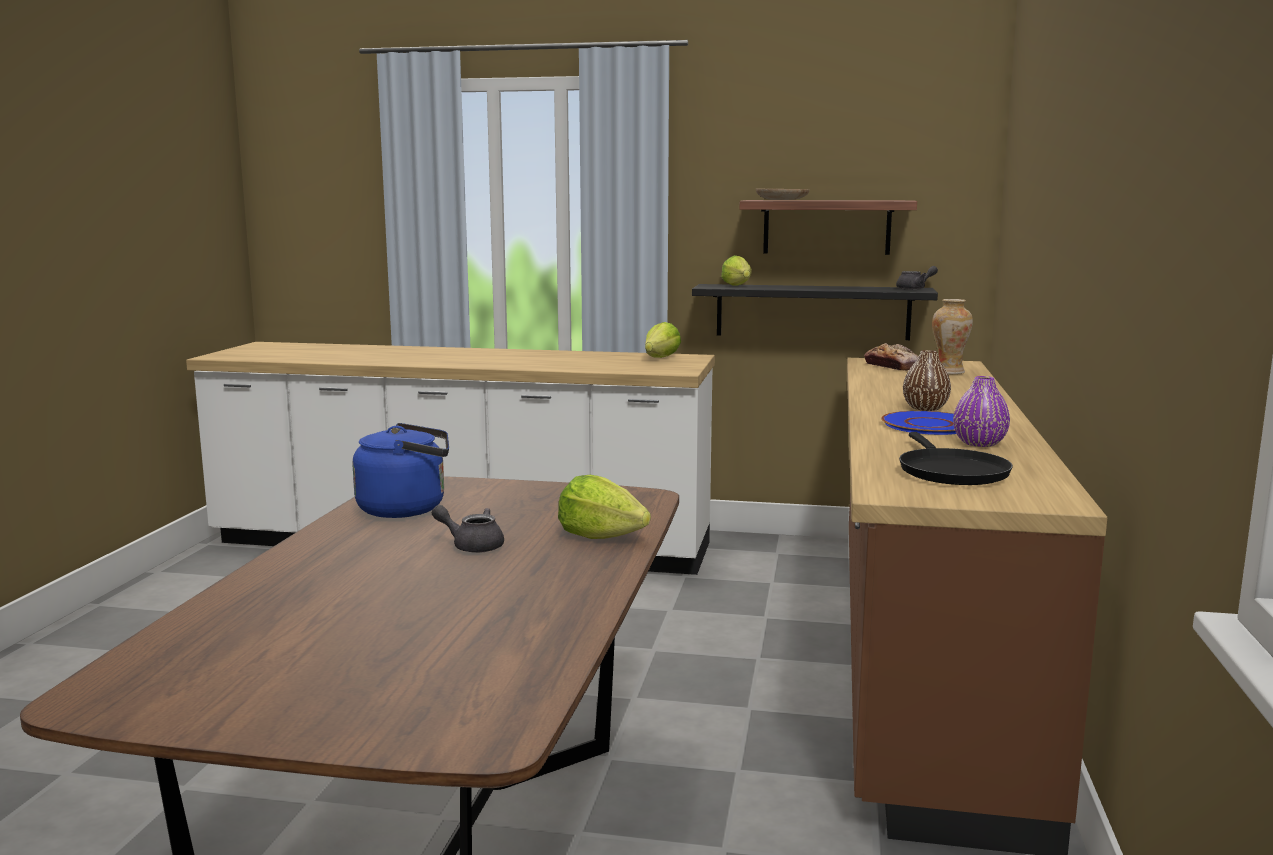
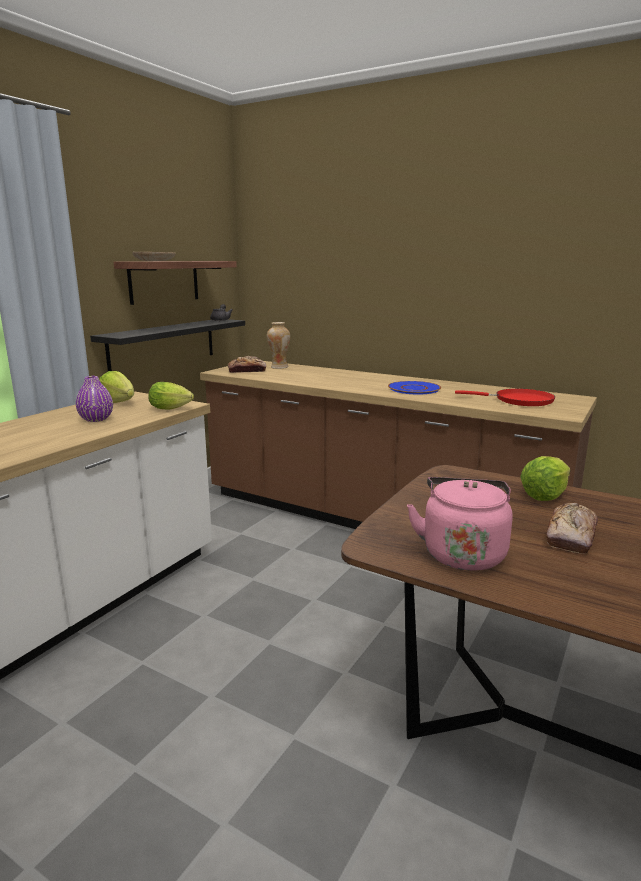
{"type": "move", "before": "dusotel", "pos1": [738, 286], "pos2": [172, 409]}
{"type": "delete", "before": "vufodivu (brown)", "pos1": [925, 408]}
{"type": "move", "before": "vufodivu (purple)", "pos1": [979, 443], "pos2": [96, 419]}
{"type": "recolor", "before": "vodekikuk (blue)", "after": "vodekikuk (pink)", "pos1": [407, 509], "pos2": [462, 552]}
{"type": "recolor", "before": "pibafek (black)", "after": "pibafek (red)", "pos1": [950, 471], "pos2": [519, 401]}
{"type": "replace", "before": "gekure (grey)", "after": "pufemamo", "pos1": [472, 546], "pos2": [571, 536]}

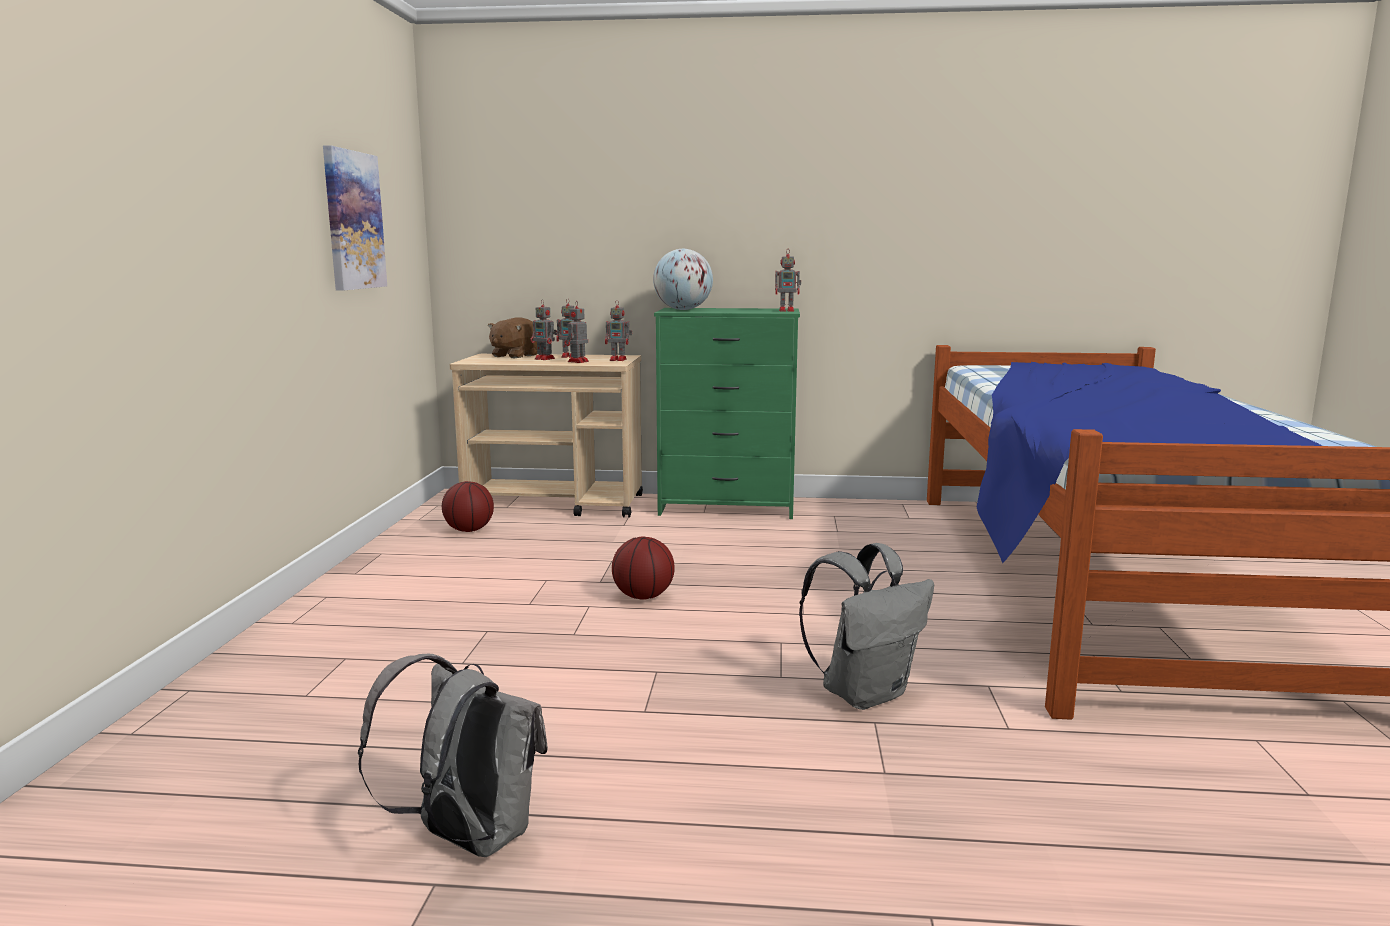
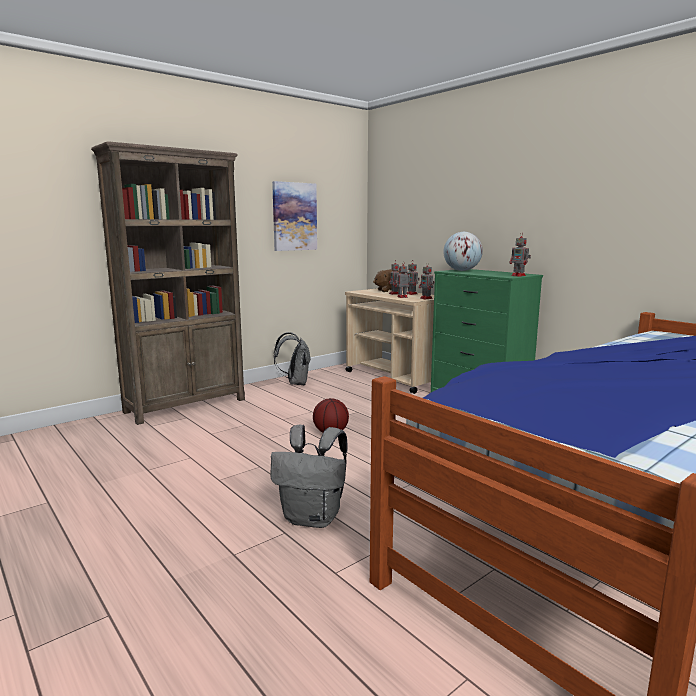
{"type": "delete", "before": "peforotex", "pos1": [469, 530]}
{"type": "move", "before": "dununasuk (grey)", "pos1": [467, 838], "pos2": [295, 383]}
{"type": "insert", "after": "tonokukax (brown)", "pos2": [186, 405]}

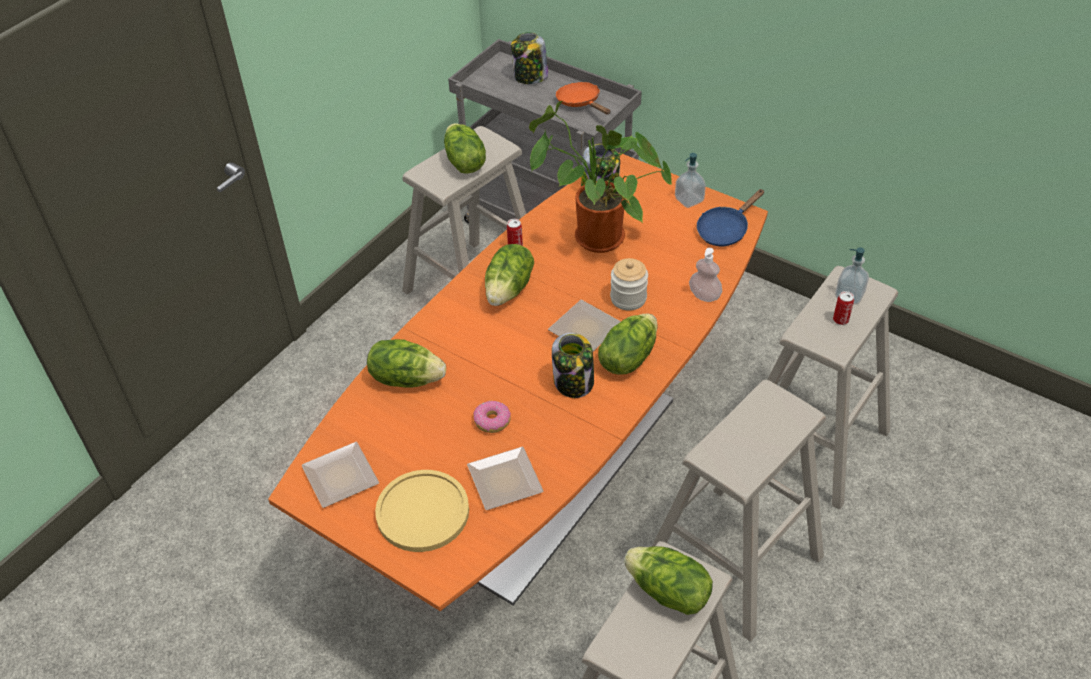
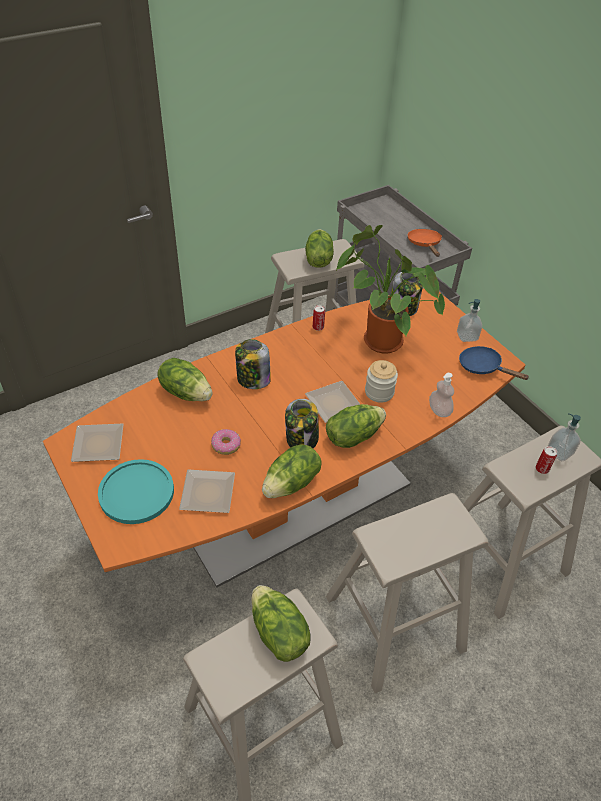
{"type": "move", "before": "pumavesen", "pos1": [530, 77], "pos2": [253, 379]}
{"type": "rotate", "before": "pibafek (blue)", "pos1": [725, 230], "pos2": [483, 367], "turn": 60}
{"type": "move", "before": "dusotel", "pos1": [510, 289], "pos2": [292, 484]}
{"type": "recolor", "before": "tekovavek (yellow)", "after": "tekovavek (turquoise)", "pos1": [422, 512], "pos2": [136, 492]}

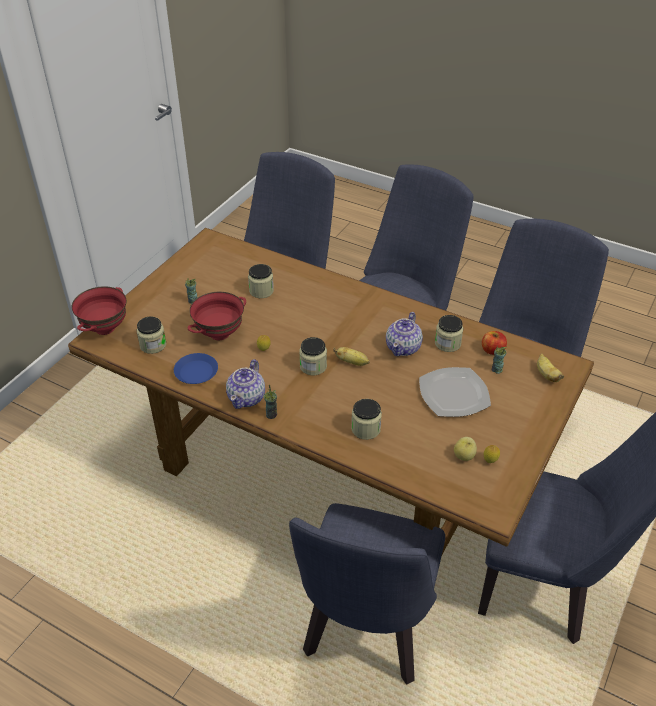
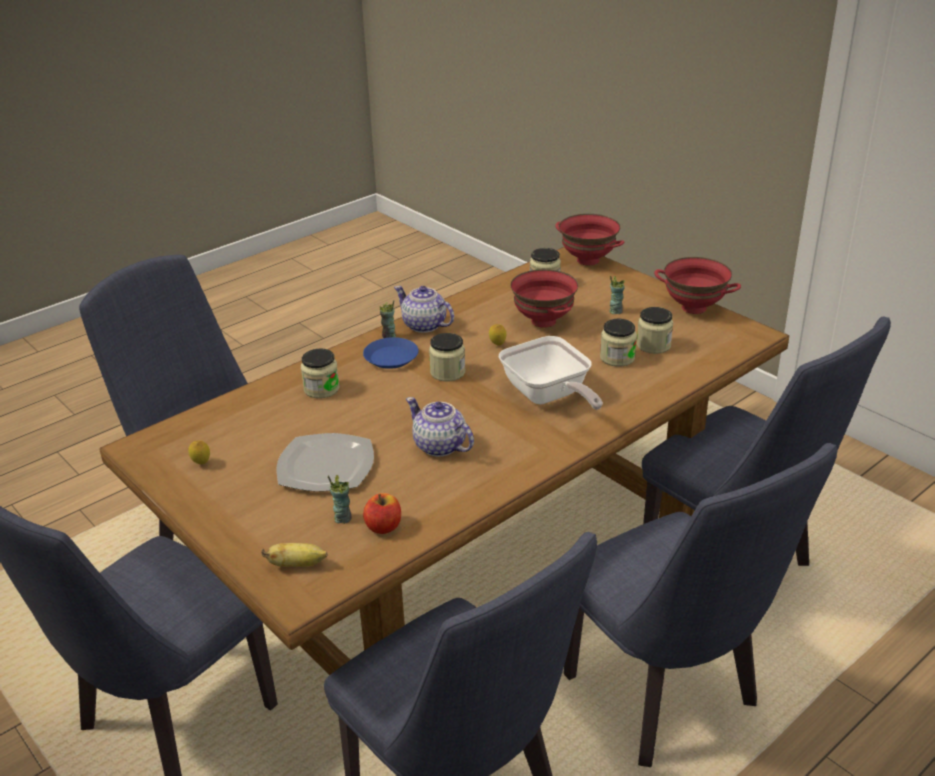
{"type": "move", "before": "pumavesen", "pos1": [447, 343], "pos2": [653, 345]}
{"type": "delete", "before": "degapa", "pos1": [352, 362]}
{"type": "move", "before": "tekovavek (blue)", "pos1": [196, 372], "pos2": [391, 357]}
{"type": "delete", "before": "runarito", "pos1": [464, 456]}
{"type": "insert", "after": "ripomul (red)", "pos2": [693, 308]}
{"type": "insert", "after": "pibafek", "pos2": [548, 397]}

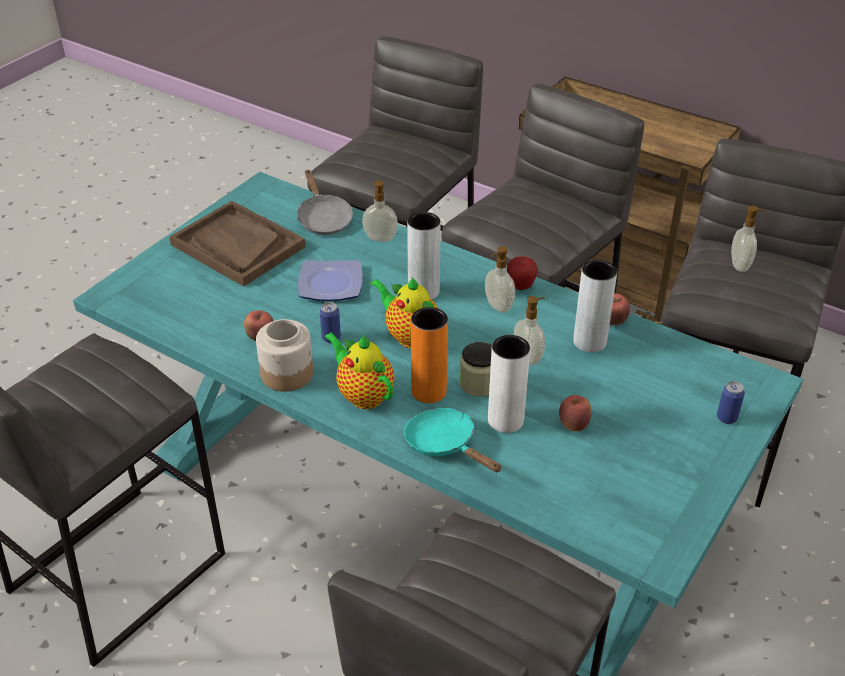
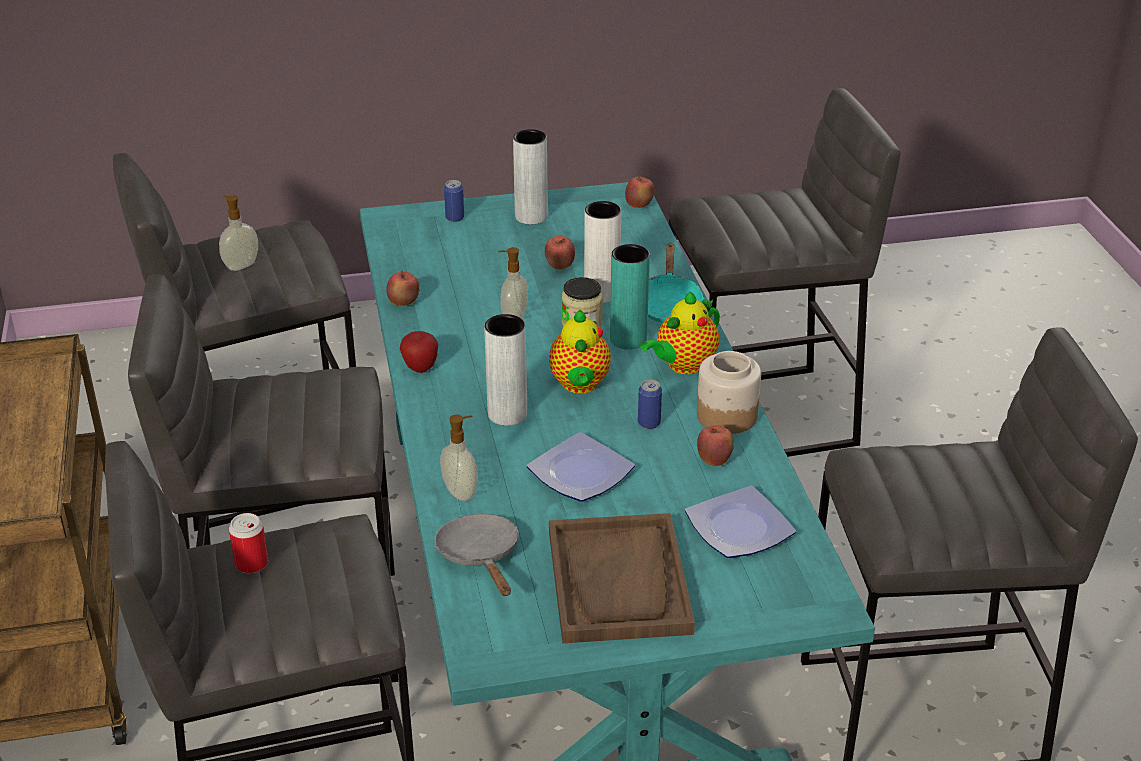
{"type": "rotate", "before": "pibafek (grey)", "pos1": [323, 219], "pos2": [480, 556], "turn": -45}
{"type": "delete", "before": "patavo", "pos1": [497, 306]}
{"type": "move", "before": "vufodivu (grey)", "pos1": [589, 342], "pos2": [531, 216]}
{"type": "recolor", "before": "vufodivu (orange)", "after": "vufodivu (turquoise)", "pos1": [429, 391], "pos2": [628, 339]}
{"type": "rotate", "before": "gekure", "pos1": [363, 394], "pos2": [683, 365], "turn": 45}
{"type": "insert", "after": "runarito", "pos2": [639, 206]}
{"type": "insert", "after": "tekovavek", "pos2": [737, 528]}
{"type": "insert", "after": "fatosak", "pos2": [251, 563]}

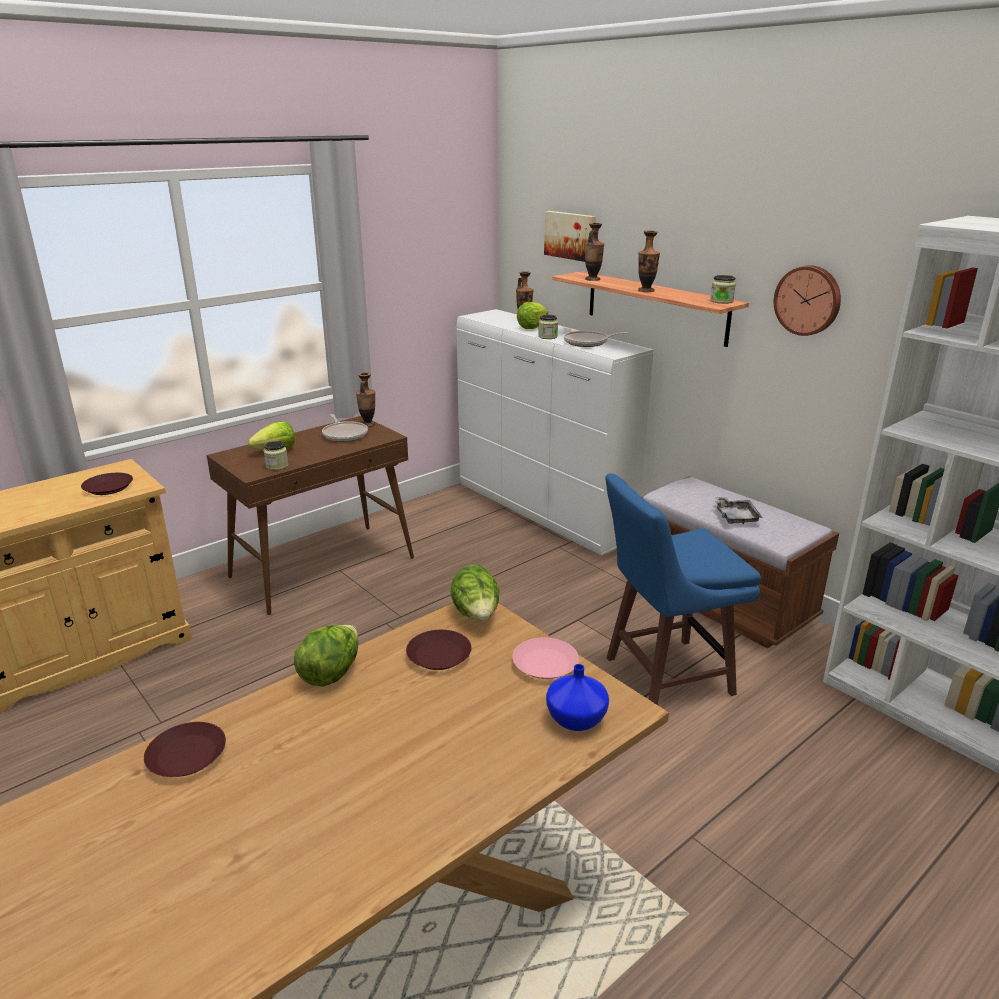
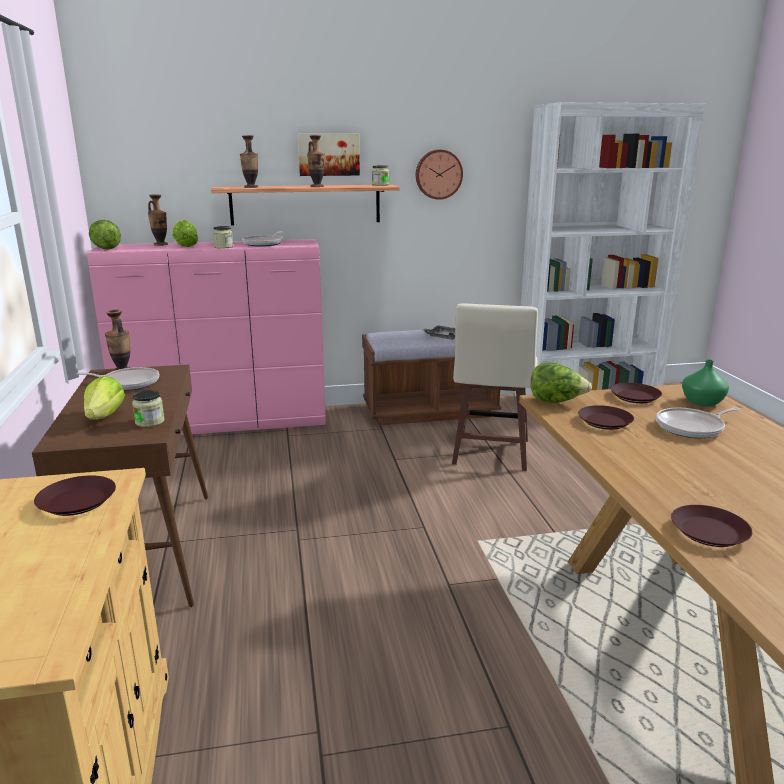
{"type": "move", "before": "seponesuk", "pos1": [571, 235], "pos2": [328, 154]}
{"type": "recolor", "before": "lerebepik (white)", "after": "lerebepik (pink)", "pos1": [542, 512], "pos2": [226, 425]}
{"type": "recolor", "before": "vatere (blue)", "after": "vatere (beige)", "pos1": [664, 676], "pos2": [490, 453]}
{"type": "move", "before": "dusotel", "pos1": [331, 673], "pos2": [105, 248]}
{"type": "recolor", "before": "tekovavek (pink)", "after": "tekovavek (brown)", "pos1": [545, 663], "pos2": [634, 397]}
{"type": "recolor", "before": "vufodivu (blue)", "after": "vufodivu (green)", "pos1": [575, 718], "pos2": [701, 402]}
{"type": "insert", "after": "pibafek", "pos2": [692, 428]}

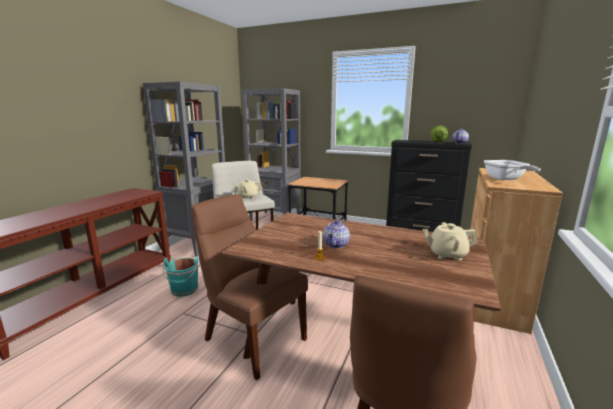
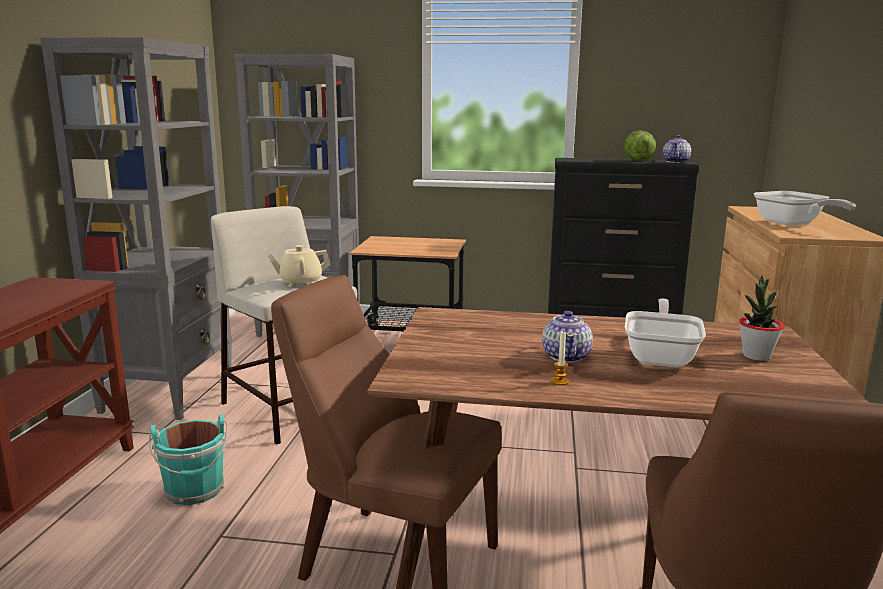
{"type": "replace", "before": "gekure (beige)", "after": "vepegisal", "pos1": [447, 255], "pos2": [756, 356]}
{"type": "insert", "after": "pibafek", "pos2": [661, 356]}

